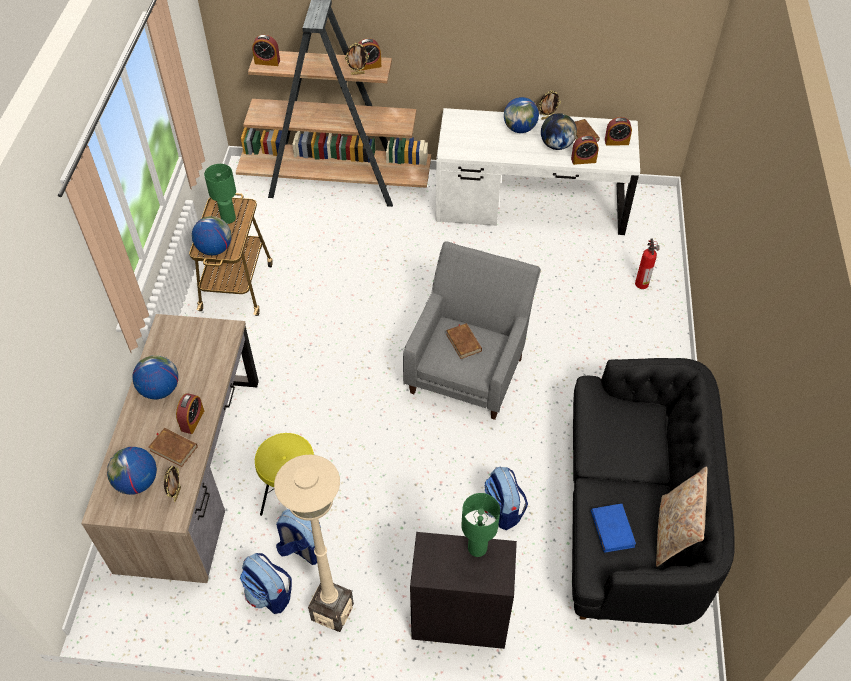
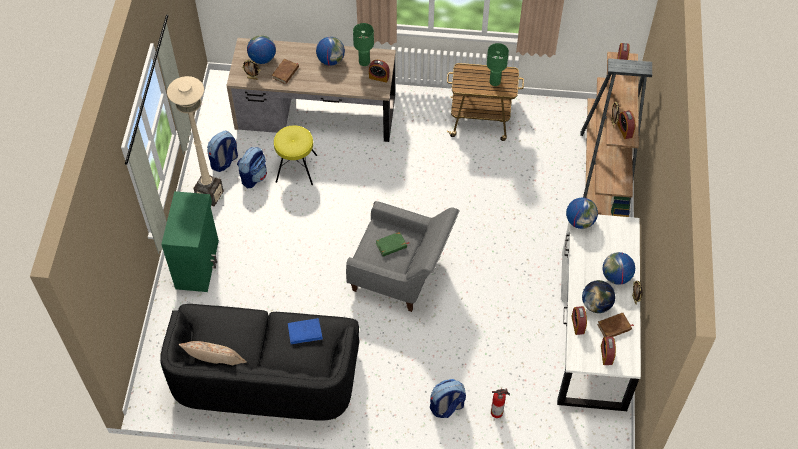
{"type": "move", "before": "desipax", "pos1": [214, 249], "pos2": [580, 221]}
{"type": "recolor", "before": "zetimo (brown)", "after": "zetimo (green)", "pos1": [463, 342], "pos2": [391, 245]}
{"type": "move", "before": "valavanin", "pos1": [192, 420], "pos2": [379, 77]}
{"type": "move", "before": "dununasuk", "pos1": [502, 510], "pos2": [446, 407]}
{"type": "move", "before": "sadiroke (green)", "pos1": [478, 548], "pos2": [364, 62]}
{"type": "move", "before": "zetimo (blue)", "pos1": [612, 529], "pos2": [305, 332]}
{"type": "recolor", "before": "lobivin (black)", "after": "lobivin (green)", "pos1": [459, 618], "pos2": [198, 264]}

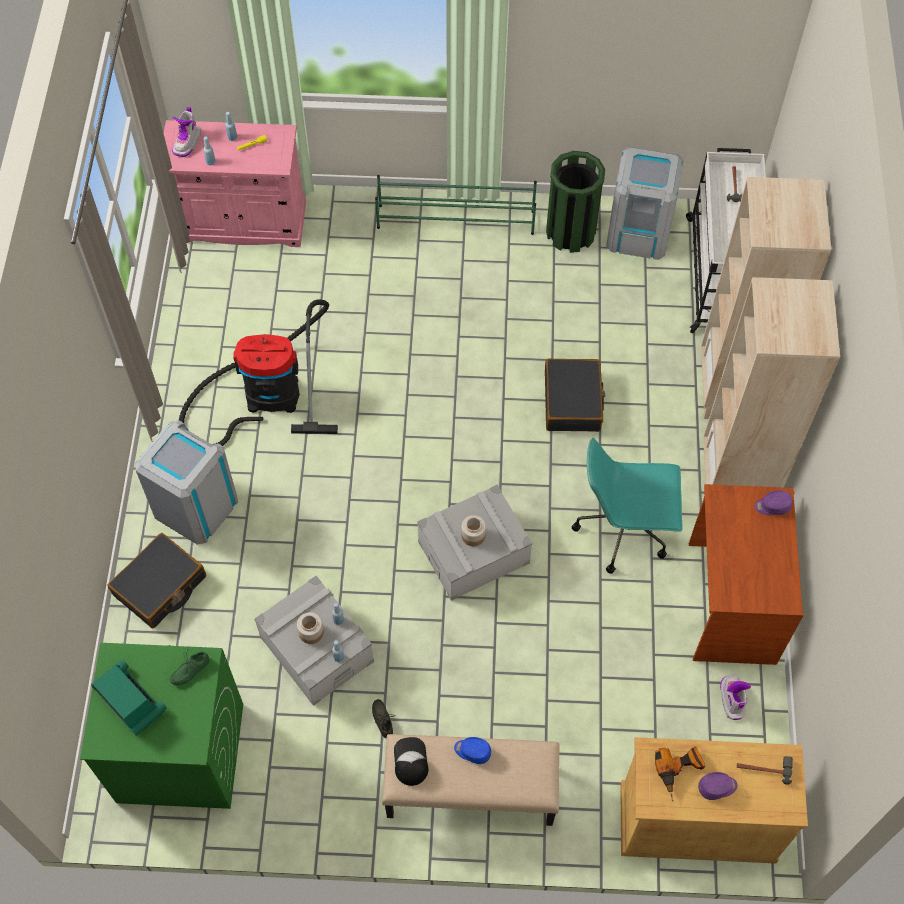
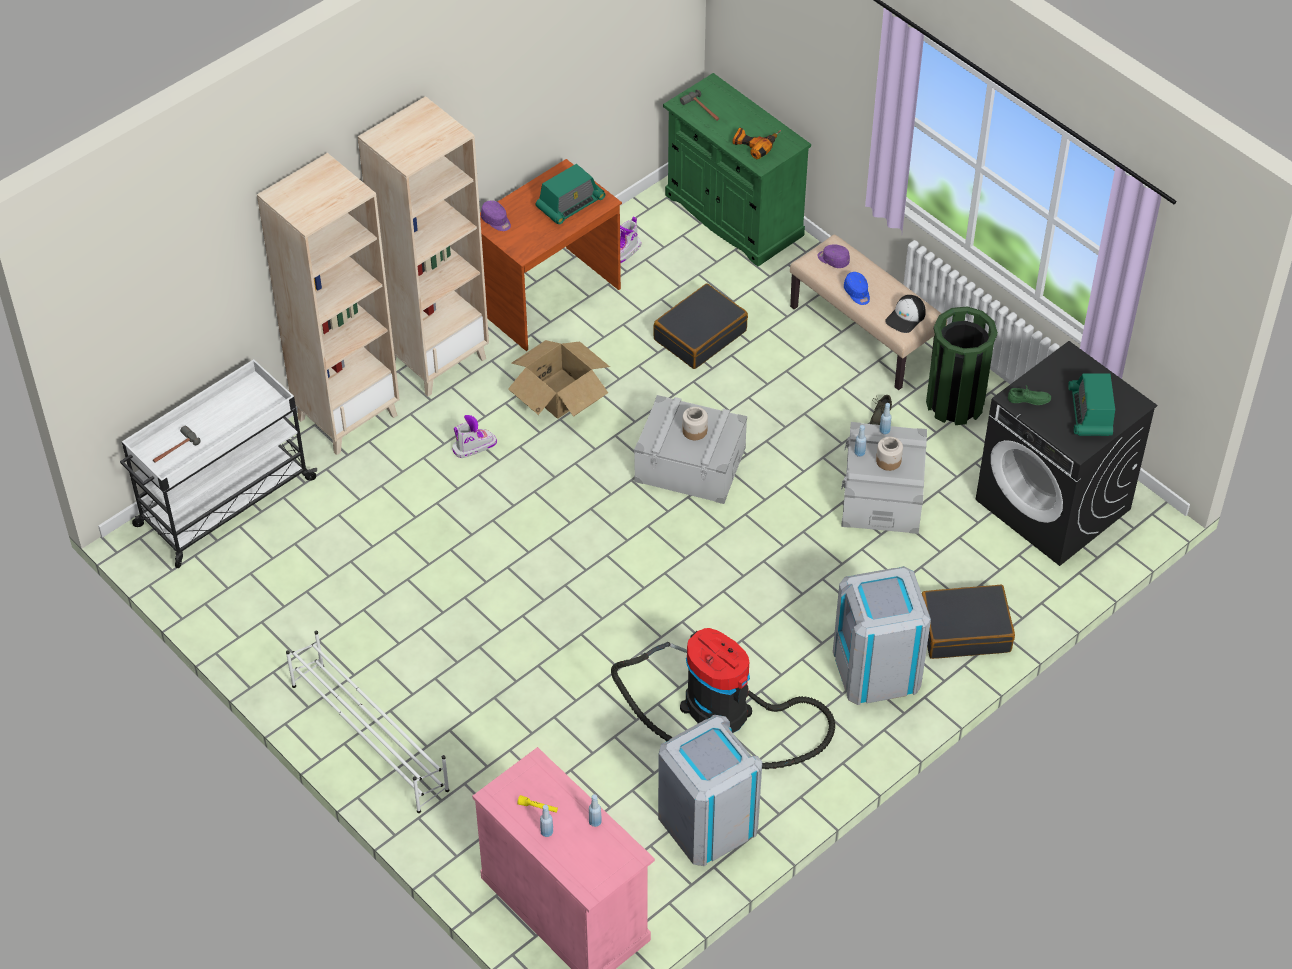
{"type": "move", "before": "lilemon", "pos1": [187, 143], "pos2": [474, 446]}
{"type": "move", "before": "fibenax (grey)", "pos1": [639, 232], "pos2": [707, 822]}
{"type": "move", "before": "fibenax (green)", "pos1": [570, 232], "pos2": [955, 403]}
{"type": "recolor", "before": "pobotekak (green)", "after": "pobotekak (white)", "pos1": [456, 220], "pos2": [369, 736]}
{"type": "move", "before": "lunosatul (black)", "pos1": [572, 402], "pos2": [699, 335]}
{"type": "replace", "before": "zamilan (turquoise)", "after": "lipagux", "pos1": [624, 529], "pos2": [559, 393]}
{"type": "recolor", "before": "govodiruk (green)", "after": "govodiruk (black)", "pos1": [179, 753], "pos2": [1054, 505]}
{"type": "recolor", "before": "lobivin (beige)", "after": "lobivin (green)", "pos1": [697, 822], "pos2": [733, 215]}
{"type": "move", "before": "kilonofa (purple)", "pos1": [717, 787], "pos2": [833, 260]}
{"type": "insert", "after": "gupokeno", "pos2": [570, 204]}

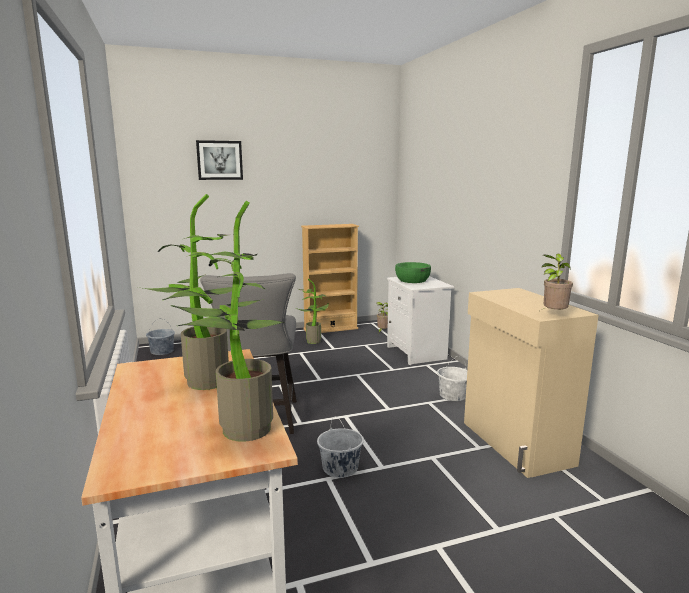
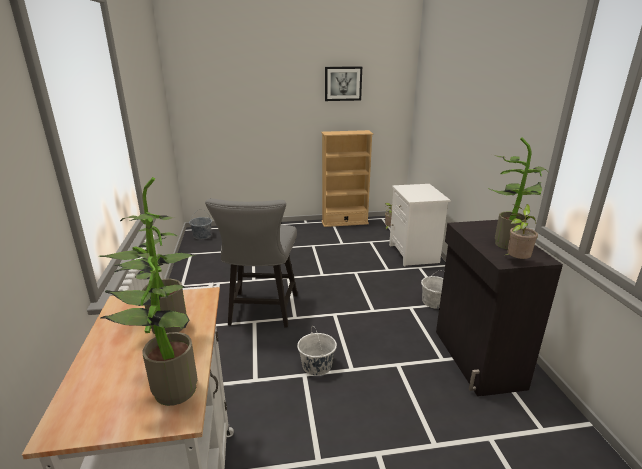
{"type": "move", "before": "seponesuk", "pos1": [219, 160], "pos2": [343, 83]}
{"type": "delete", "before": "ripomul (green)", "pos1": [412, 280]}
{"type": "move", "before": "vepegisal", "pos1": [314, 340], "pos2": [507, 243]}
{"type": "recolor", "before": "lobivin (beige)", "after": "lobivin (black)", "pos1": [515, 443], "pos2": [476, 359]}

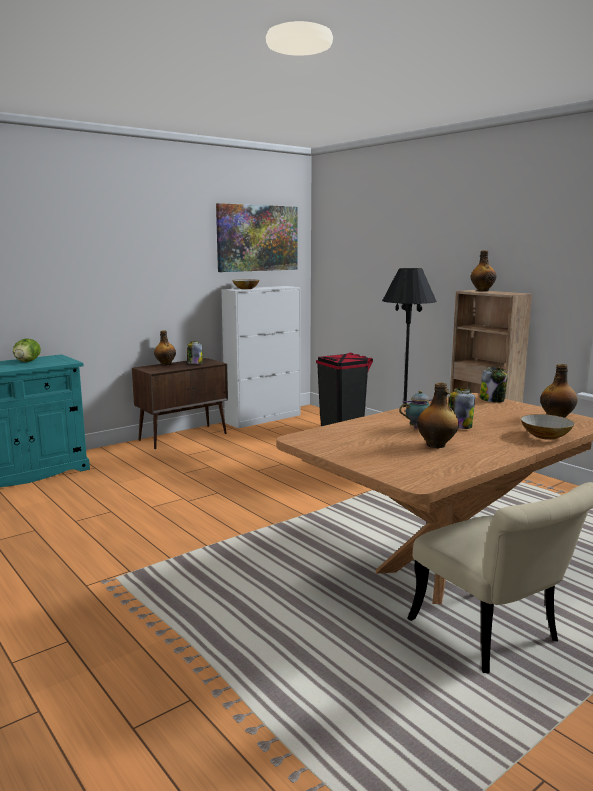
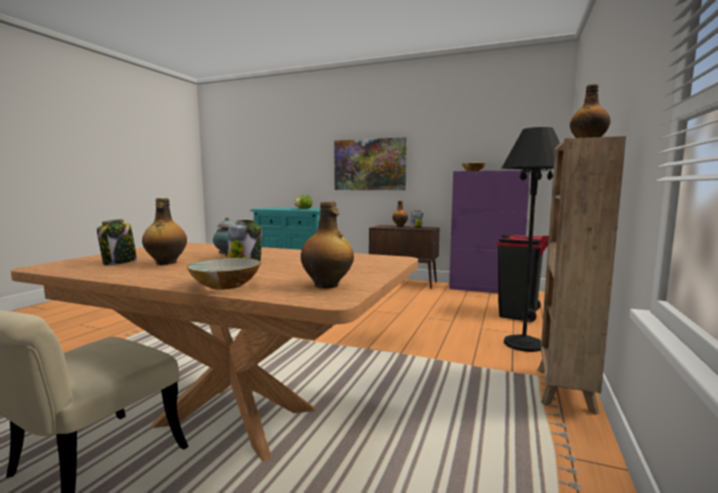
{"type": "move", "before": "seponesuk", "pos1": [257, 238], "pos2": [369, 164]}
{"type": "recolor", "before": "lobivin (white)", "after": "lobivin (purple)", "pos1": [264, 419], "pos2": [485, 289]}
{"type": "move", "before": "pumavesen", "pos1": [492, 400], "pos2": [119, 262]}

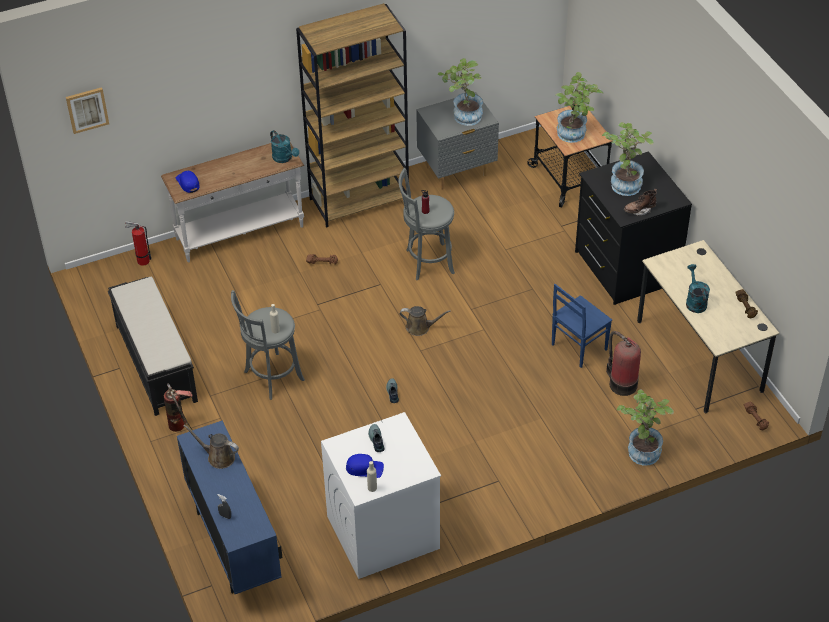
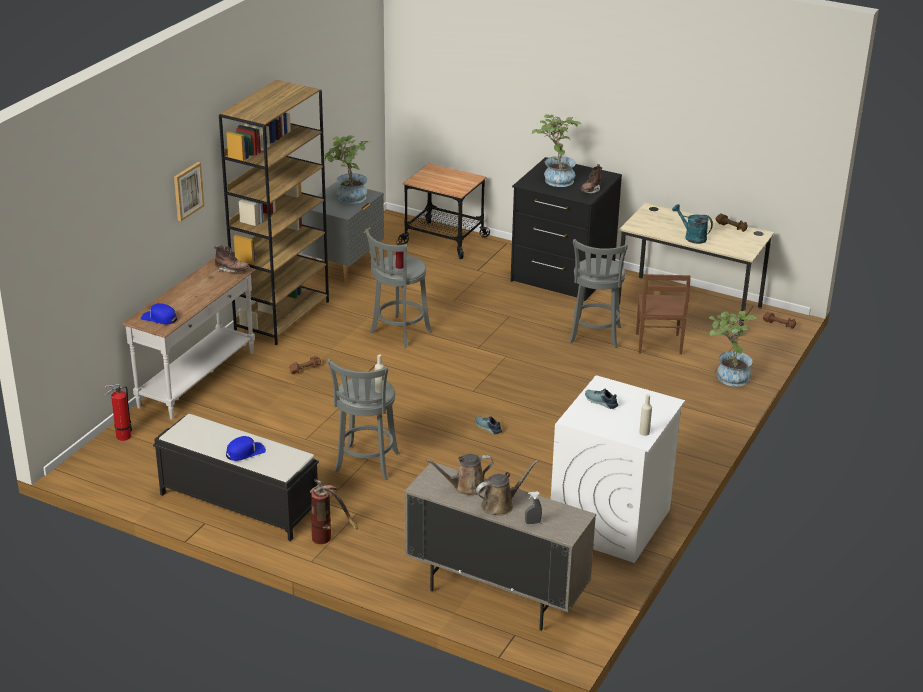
{"type": "delete", "before": "vepegisal", "pos1": [574, 135]}
{"type": "move", "before": "seponesuk", "pos1": [87, 109], "pos2": [187, 191]}
{"type": "replace", "before": "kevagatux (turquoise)", "after": "lilemon (brown)", "pos1": [284, 158], "pos2": [232, 270]}
{"type": "replace", "before": "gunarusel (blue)", "after": "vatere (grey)", "pos1": [578, 347], "pos2": [594, 336]}
{"type": "move", "before": "kevagatux (brown)", "pos1": [420, 327], "pos2": [500, 505]}
{"type": "replace", "before": "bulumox", "after": "gunarusel (brown)", "pos1": [621, 383], "pos2": [657, 344]}
{"type": "recolor", "before": "lobivin (blue)", "after": "lobivin (beige)", "pos1": [234, 545], "pos2": [495, 596]}
{"type": "move", "before": "kilonofa (blue)", "pos1": [364, 468], "pos2": [245, 452]}

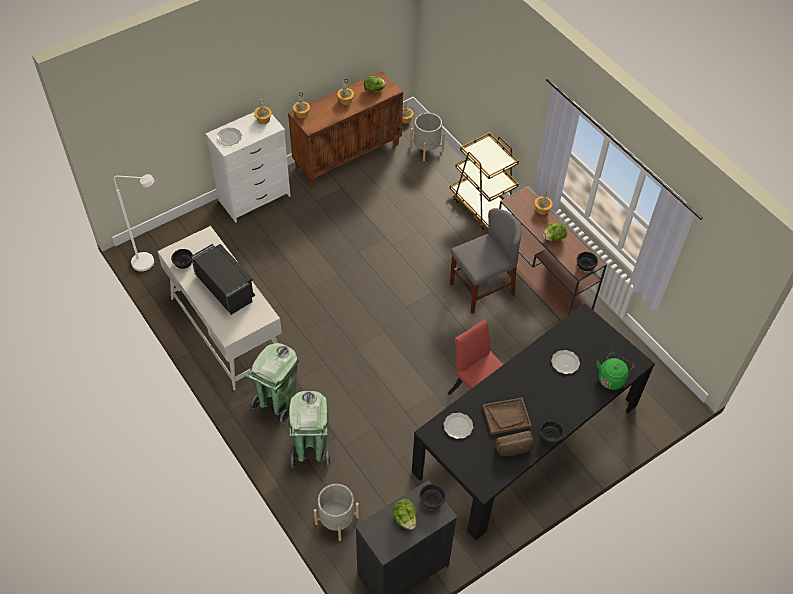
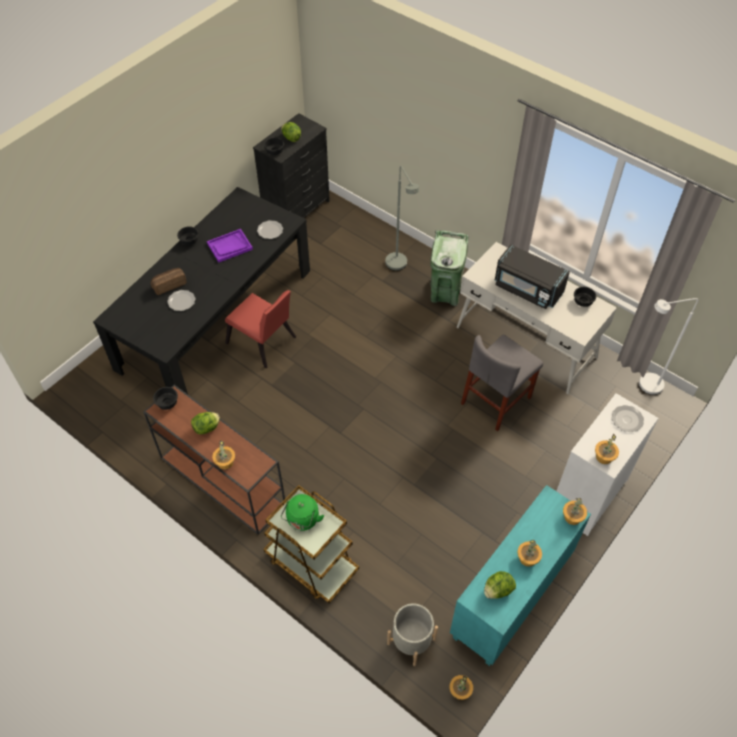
{"type": "recolor", "before": "lobivin (brown)", "after": "lobivin (turquoise)", "pos1": [347, 154], "pos2": [511, 598]}
{"type": "move", "before": "gunarusel (grey)", "pos1": [481, 289], "pos2": [496, 400]}
{"type": "move", "before": "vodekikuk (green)", "pos1": [611, 378], "pos2": [302, 520]}
{"type": "replace", "before": "fibenax (green)", "after": "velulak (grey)", "pos1": [311, 450], "pos2": [399, 267]}
{"type": "recolor", "before": "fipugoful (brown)", "after": "fipugoful (purple)", "pos1": [506, 416], "pos2": [229, 246]}
{"type": "move", "before": "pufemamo", "pos1": [514, 449], "pos2": [169, 284]}
{"type": "delete", "before": "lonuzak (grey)", "pos1": [337, 520]}

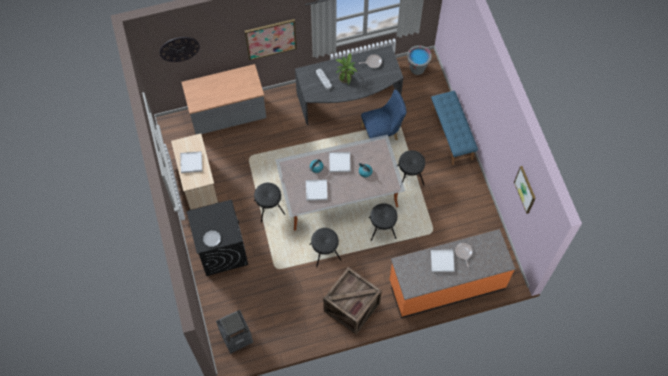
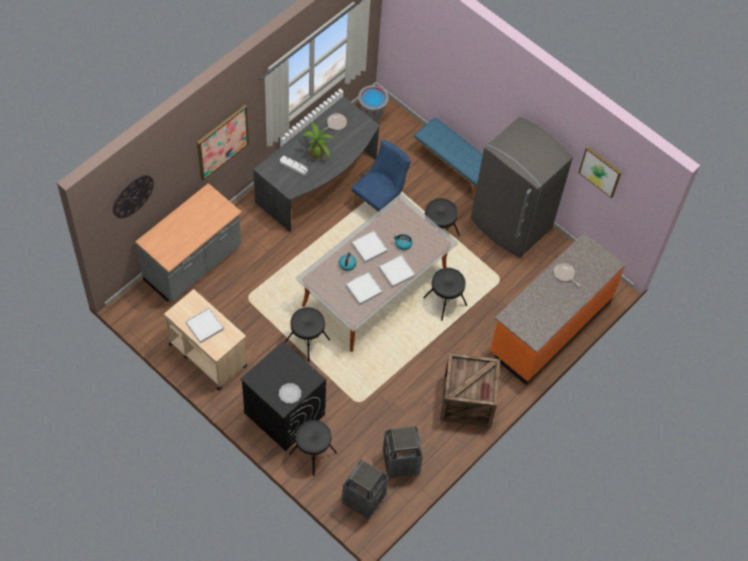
{"type": "move", "before": "vatere (black)", "pos1": [325, 252], "pos2": [313, 453]}
{"type": "move", "before": "fipugoful (white)", "pos1": [442, 261], "pos2": [396, 271]}
{"type": "insert", "after": "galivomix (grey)", "pos2": [510, 224]}
{"type": "insert", "after": "fibenax", "pos2": [401, 462]}

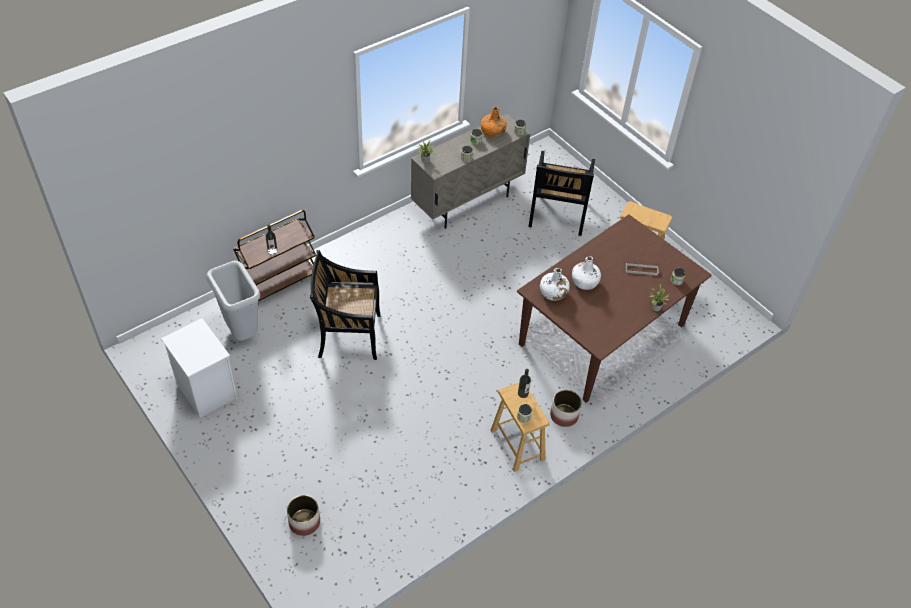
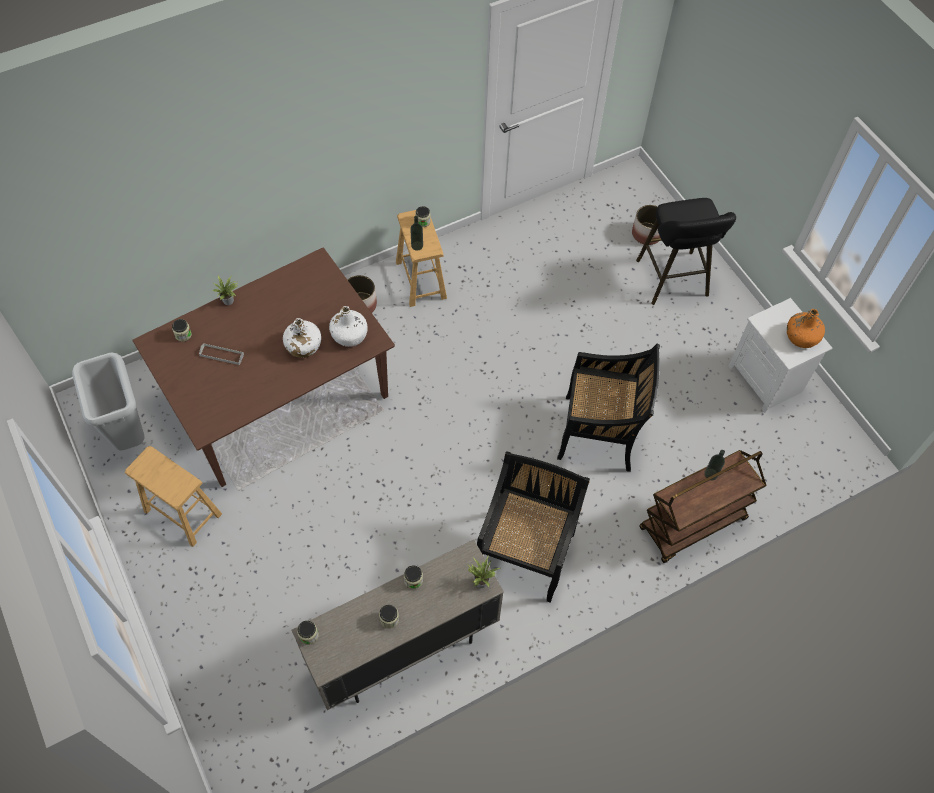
{"type": "move", "before": "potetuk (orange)", "pos1": [492, 132], "pos2": [801, 336]}
{"type": "move", "before": "gunarusel (black)", "pos1": [557, 215], "pos2": [525, 552]}
{"type": "move", "before": "fibenax (grey)", "pos1": [243, 333], "pos2": [128, 435]}
{"type": "insert", "after": "vatere (black)", "pos2": [673, 281]}

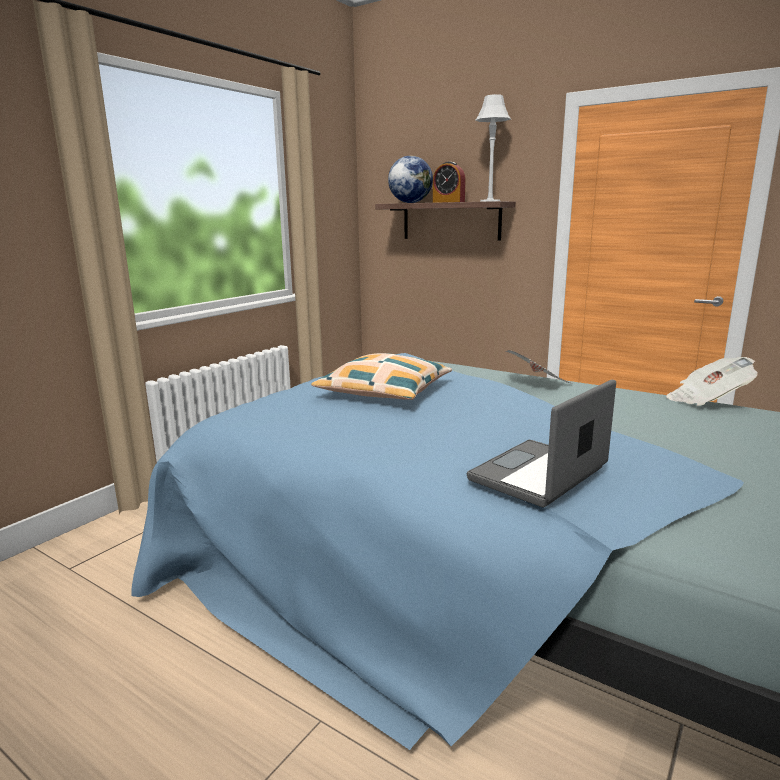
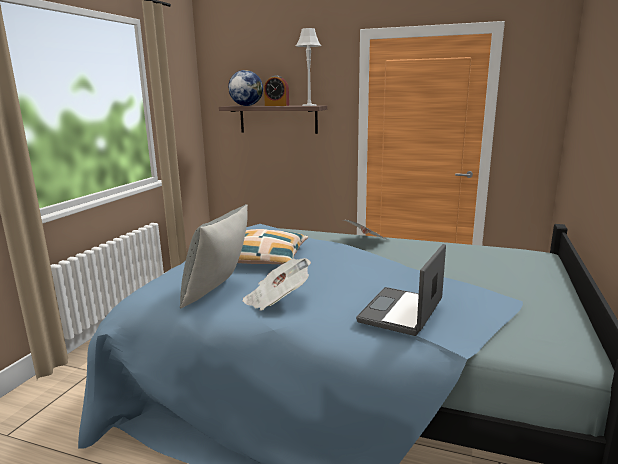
{"type": "move", "before": "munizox", "pos1": [707, 400], "pos2": [277, 300]}
{"type": "insert", "after": "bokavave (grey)", "pos2": [218, 292]}

